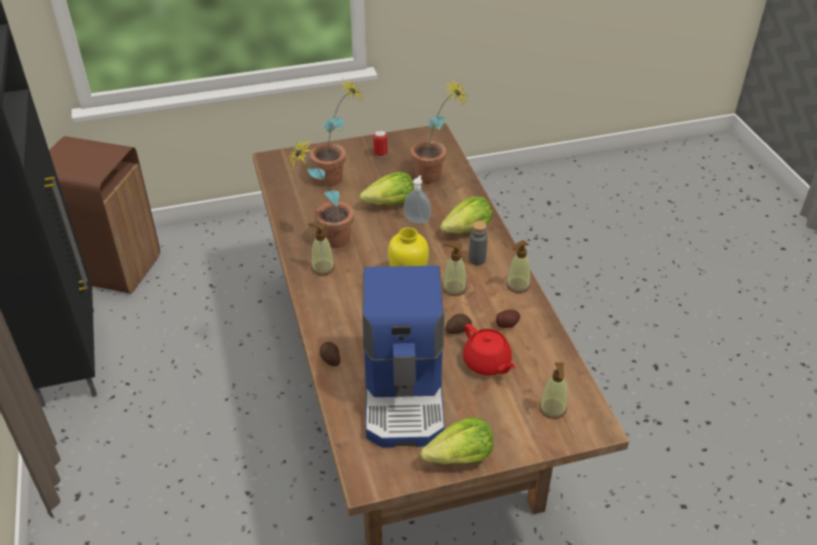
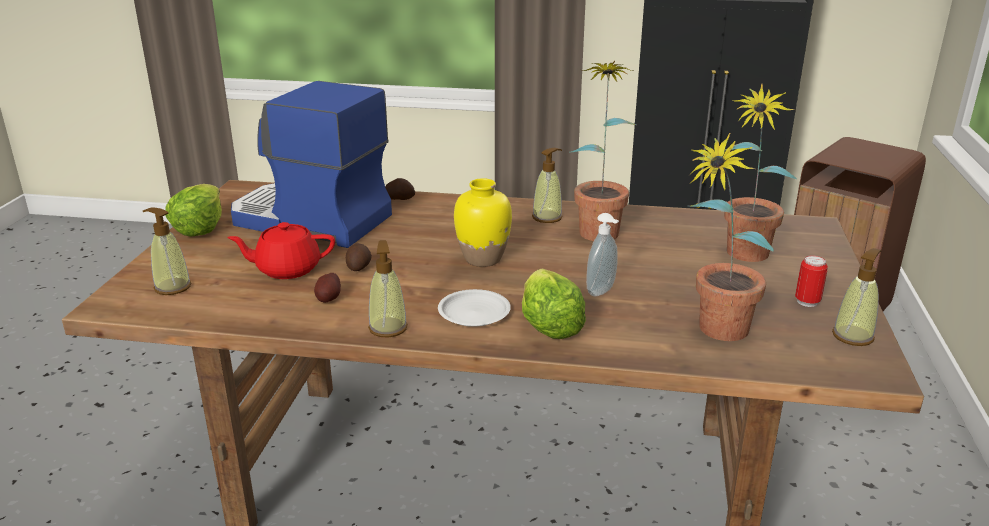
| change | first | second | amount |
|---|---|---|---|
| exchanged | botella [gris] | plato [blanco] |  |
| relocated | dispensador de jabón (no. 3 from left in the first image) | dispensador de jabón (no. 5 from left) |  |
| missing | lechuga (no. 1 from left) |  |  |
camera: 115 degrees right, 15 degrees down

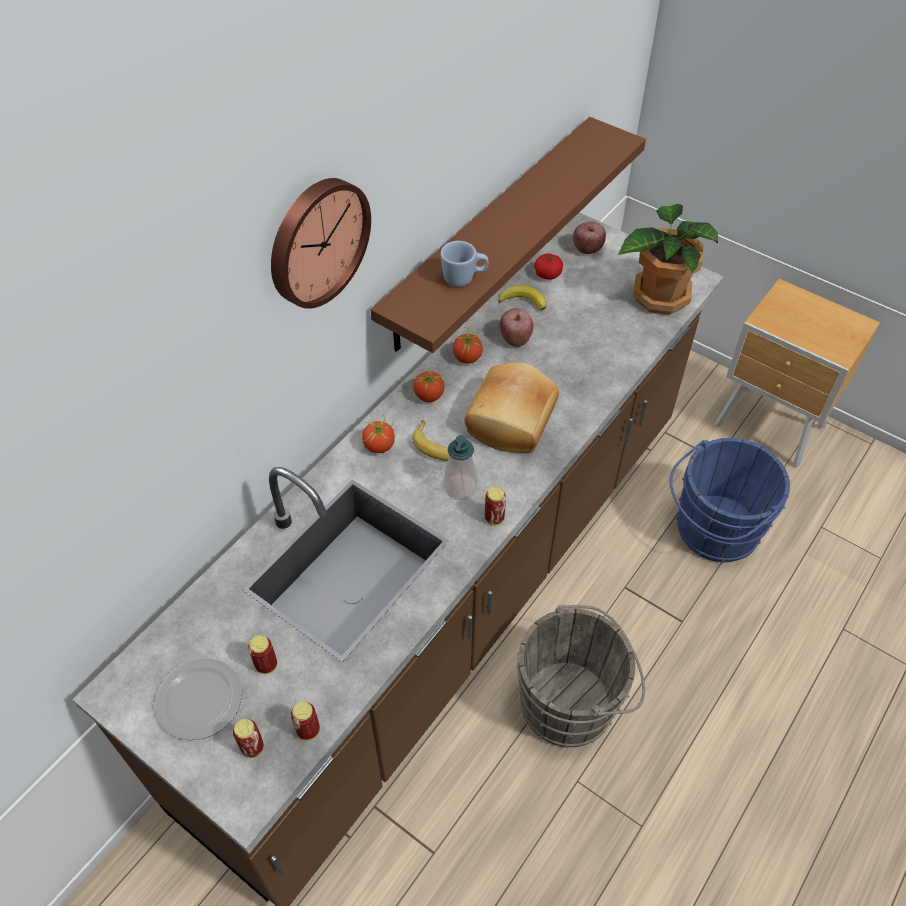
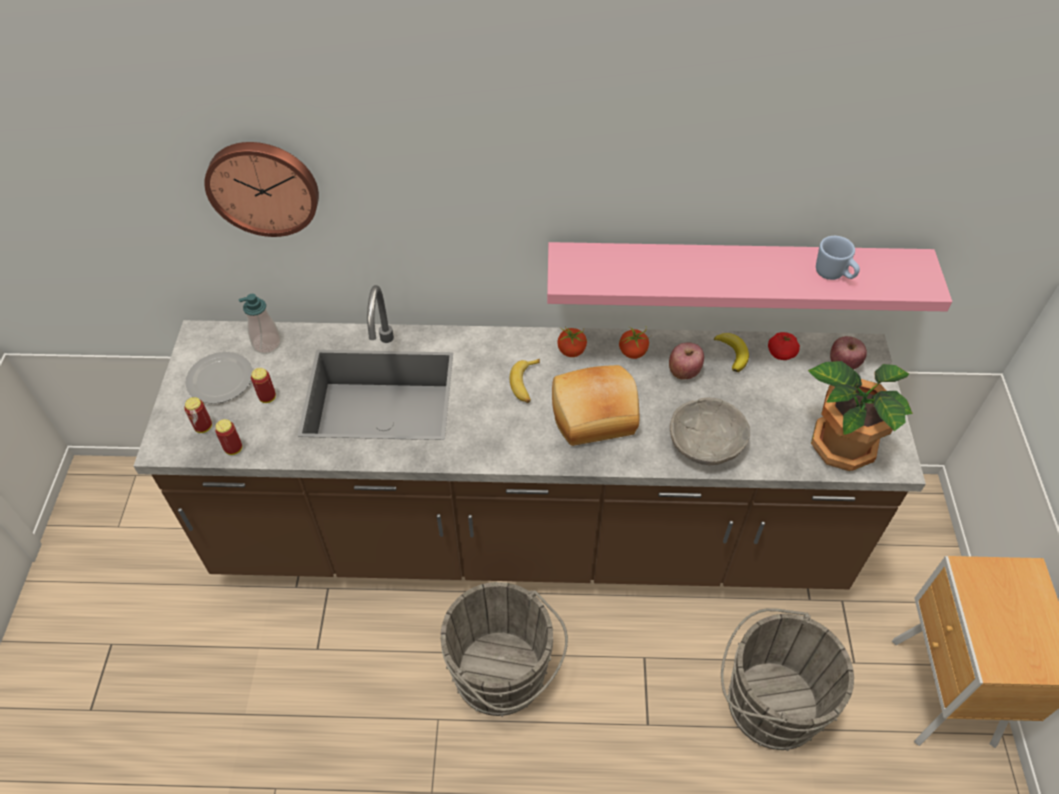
| change | first | second | amount |
|---|---|---|---|
| relocated | reloj de pared |  |  |
| relocated | dispensador de jabón |  |  |
| colour | estante [marrón] | estante [rosa] |  |
| appeared |  | cuenco [gris] |  |
| colour | cubo [azul] | cubo [gris] (no. 2 from left) |  |
| relocated | taza grande [azul] |  |  |
| missing | tomate (no. 1 from left) |  |  |
| missing | lata (no. 4 from left) |  |  |
camera: 55 degrees right, 0 degrees up

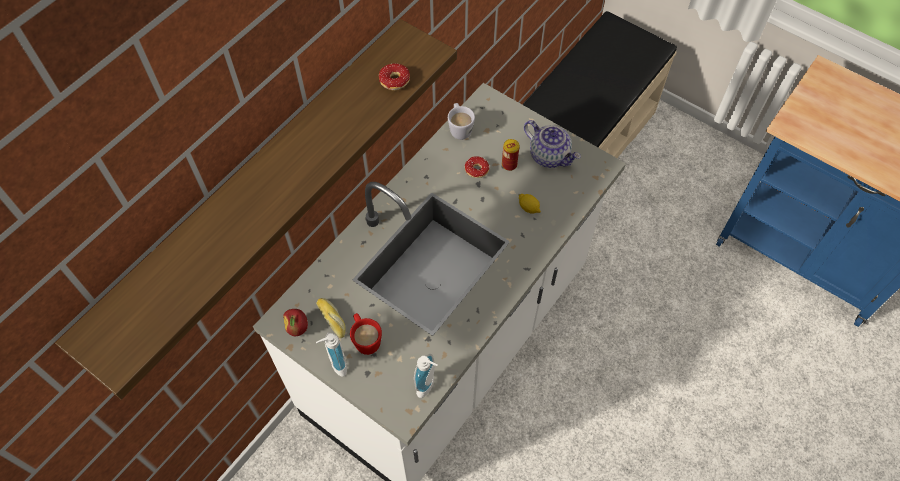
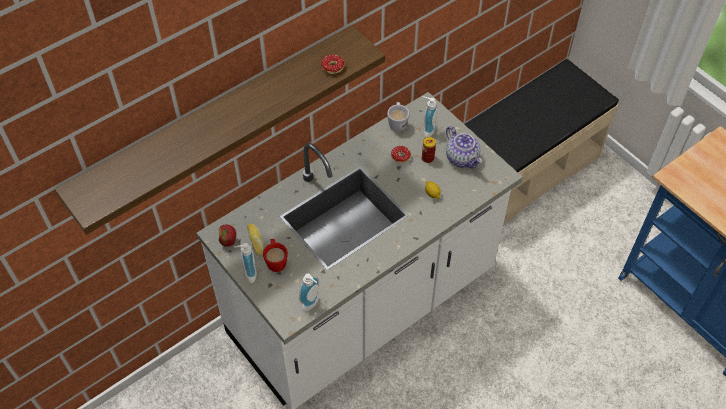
| change | first | second | amount |
|---|---|---|---|
| appeared |  | dispensador de jabón (no. 3 from left) |  |
camera: 15 degrees right, 5 degrees down

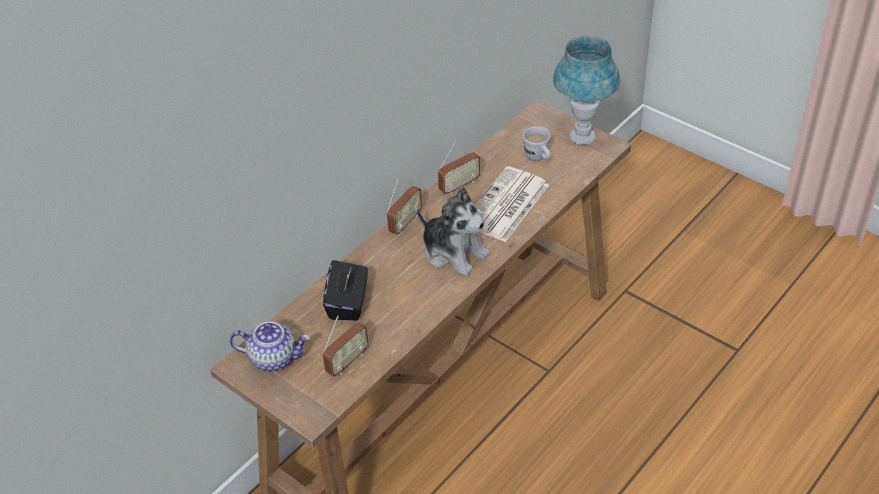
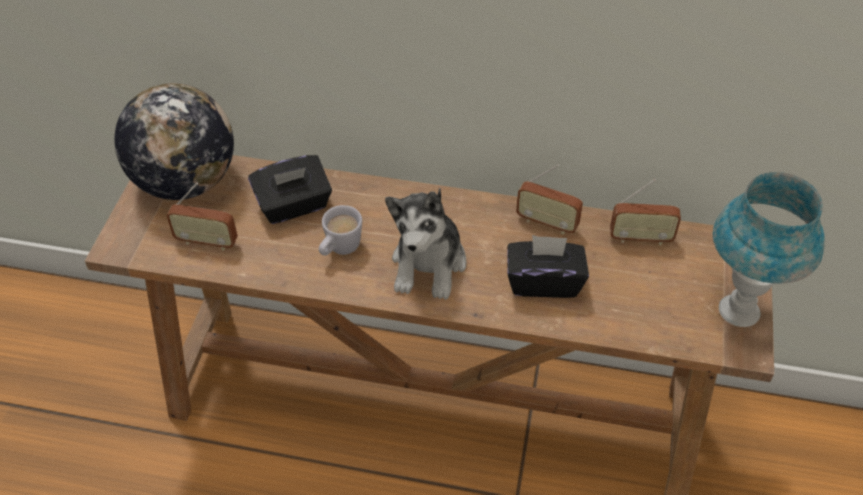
| change | first | second | amount |
|---|---|---|---|
| exchanged | tetera | globo terráqueo |  |
| relocated | taza grande [blanco] |  |  |
| exchanged | periódico | caja de pañuelos [negro] (no. 2 from left) |  |
| relocated | radio (no. 2 from left in the first image) | radio (no. 3 from left) |  |
camera: 60 degrees right, 5 degrees up

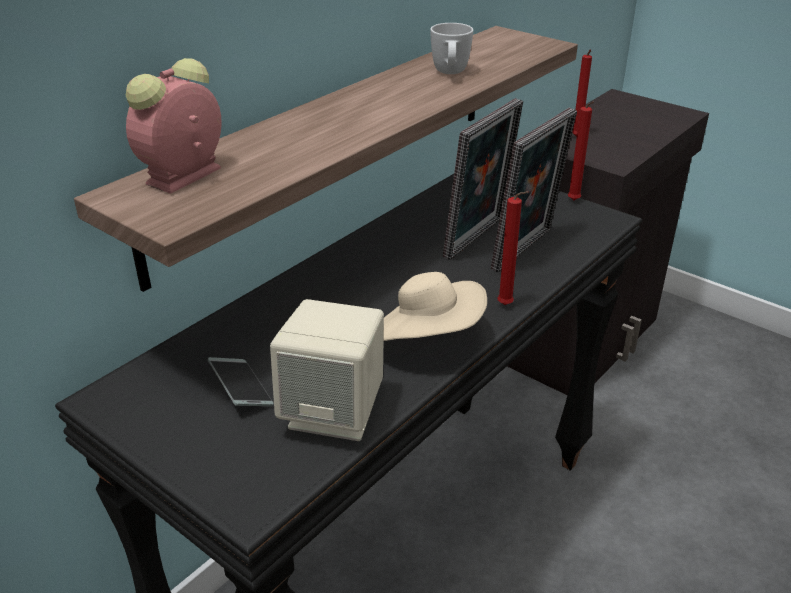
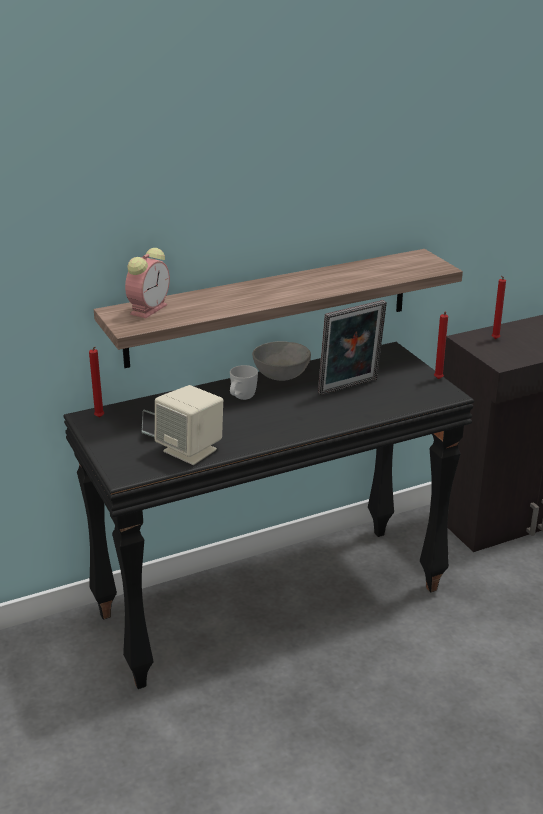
| change | first | second | amount |
|---|---|---|---|
| relocated | vela [rojo] (no. 1 from left) |  |  |
| spun | despertador |  | 150 degrees clockwise |
| relocated | taza grande [blanco] |  |  |
| appeared |  | cuenco [gris] |  |
| missing | sombrero [beis] |  |  |
| missing | portarretratos (no. 2 from left) |  |  |
camera: 25 degrees right, 5 degrees down

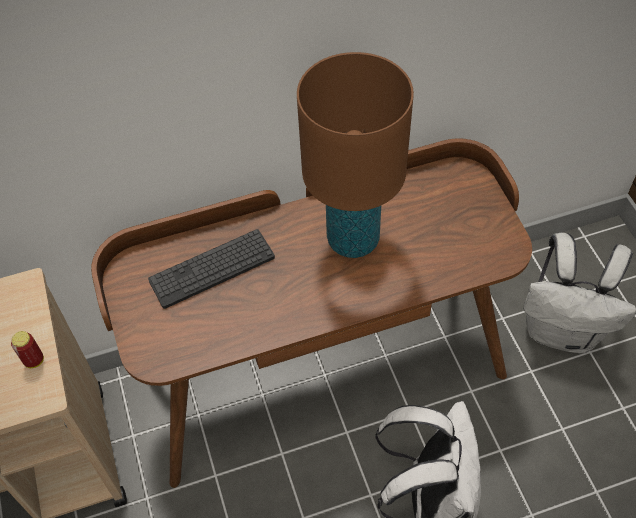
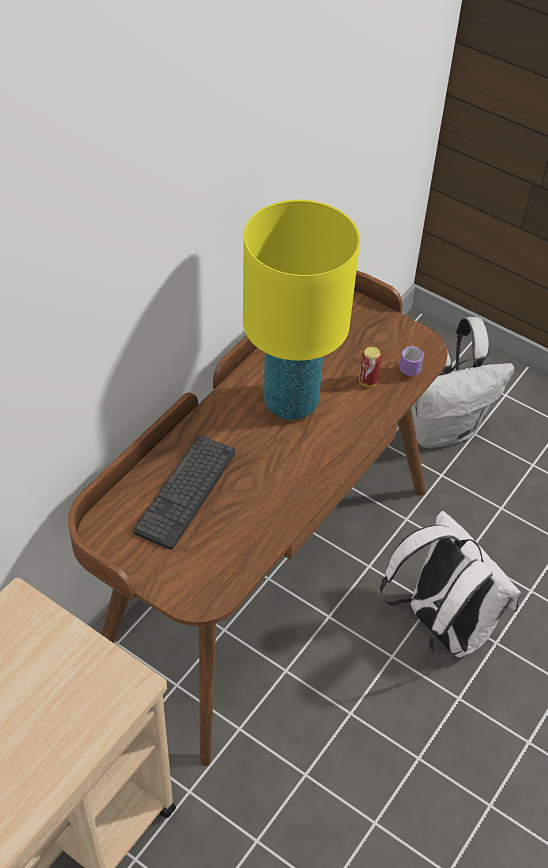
| change | first | second | amount |
|---|---|---|---|
| colour | lámpara de mesa [marrón] | lámpara de mesa [amarillo] |  |
| relocated | lata |  |  |
| appeared |  | taza grande |  |
camera: 40 degrees left, 5 degrees down

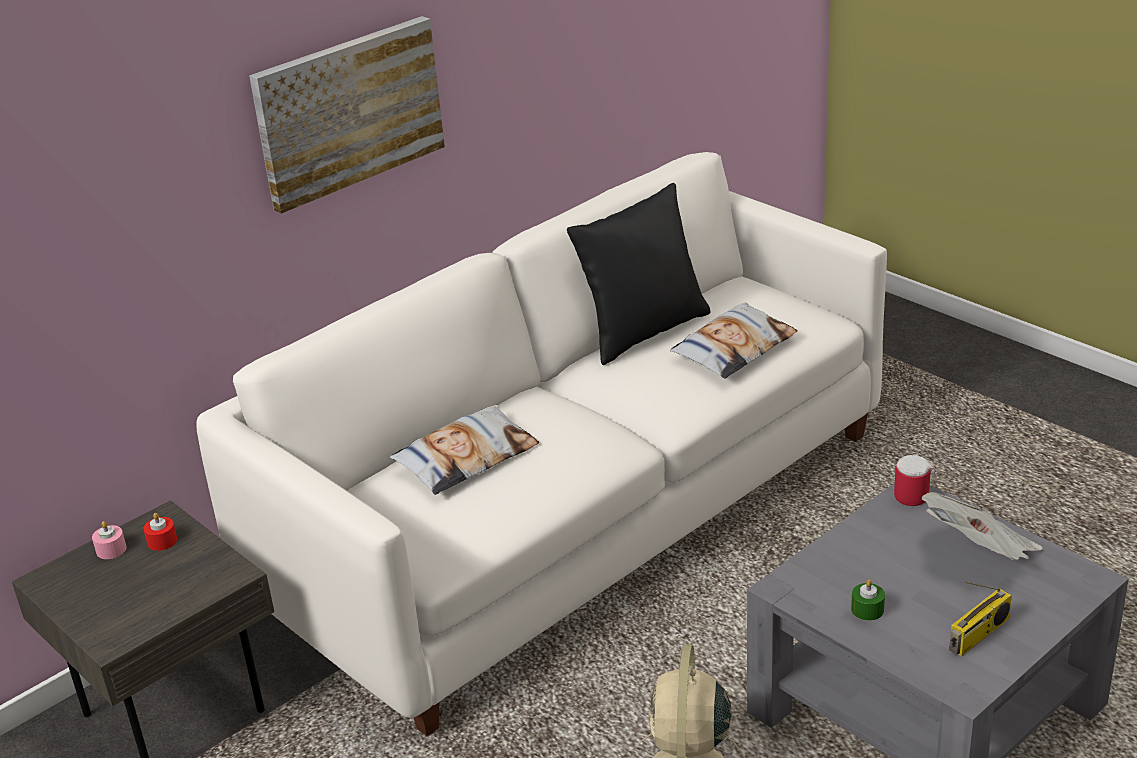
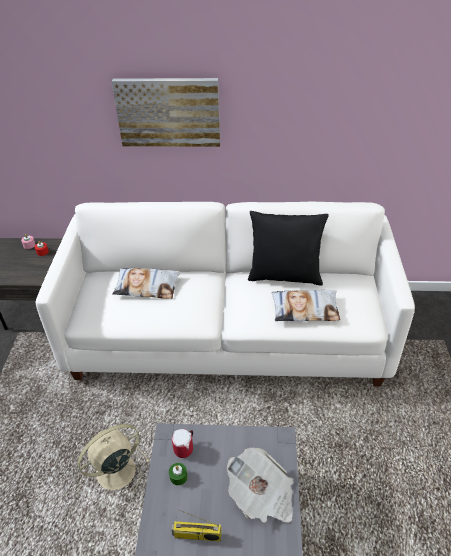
| change | first | second | amount |
|---|---|---|---|
| relocated | taza grande |  |  |
camera: 45 degrees right, 10 degrees up

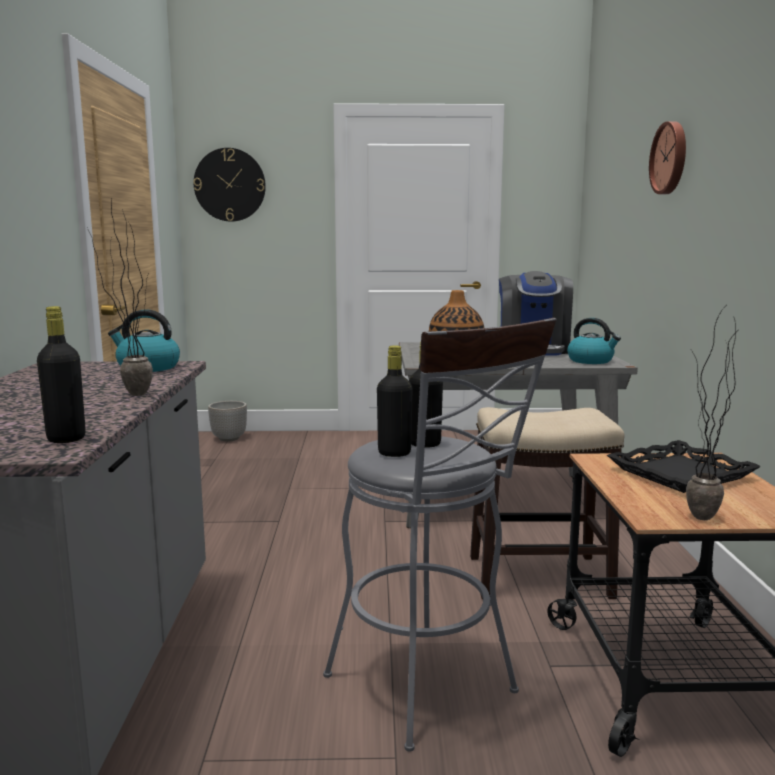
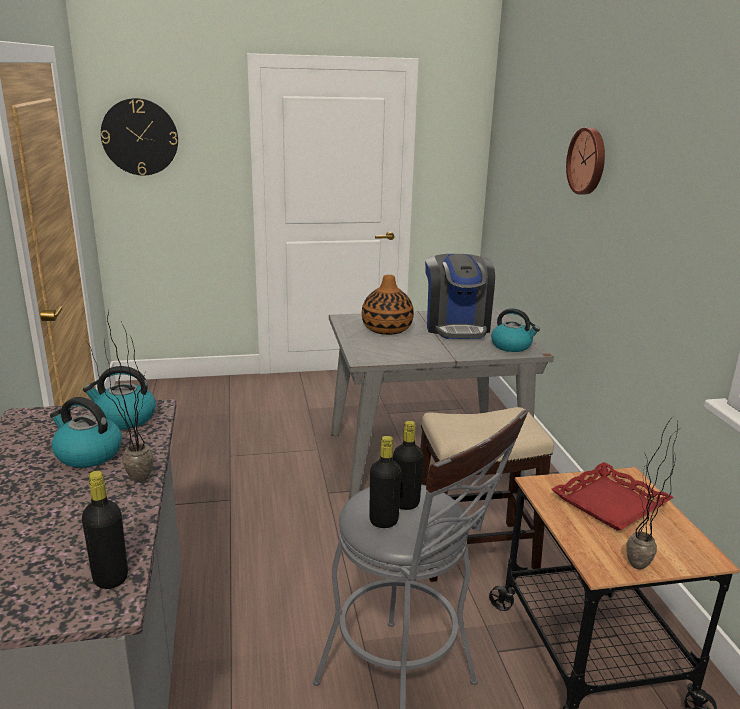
| change | first | second | amount |
|---|---|---|---|
| appeared |  | hervidor (no. 1 from left) |  |
| colour | bandeja [negro] | bandeja [rojo] |  |
| missing | maceta |  |  |
camera: 10 degrees left, 10 degrees up

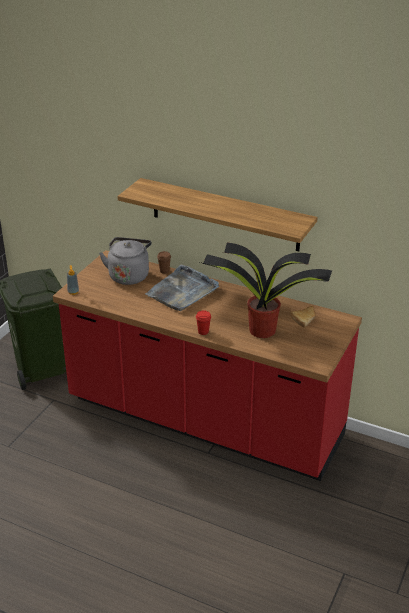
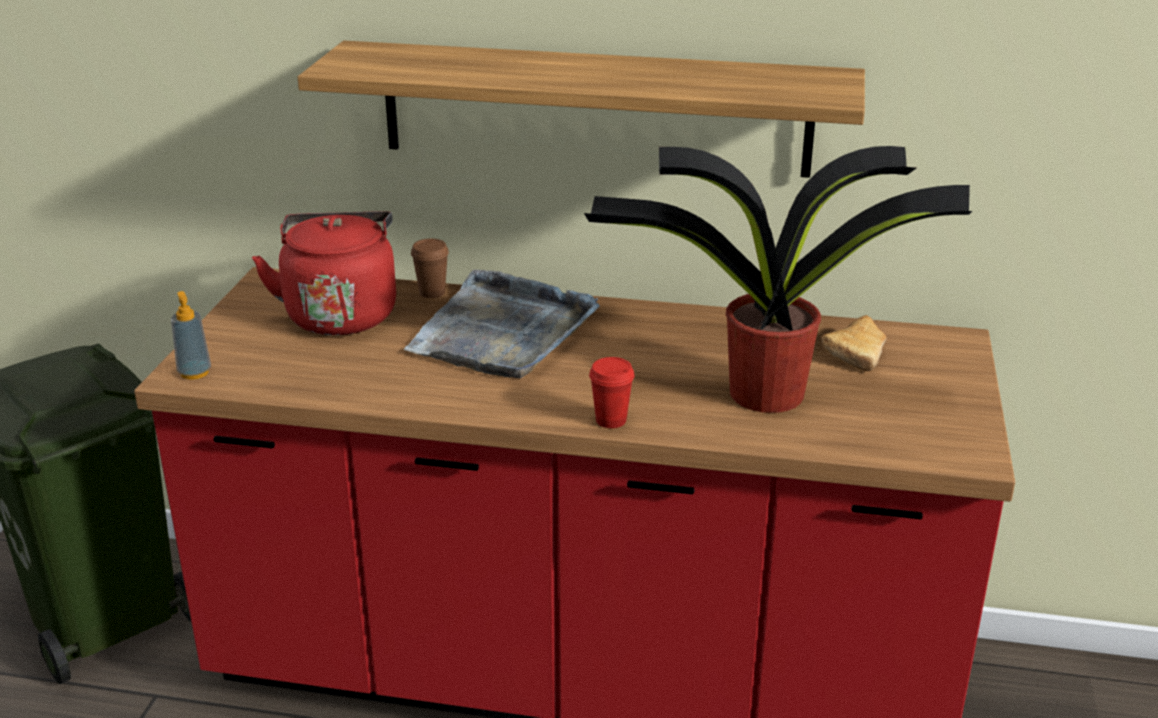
| change | first | second | amount |
|---|---|---|---|
| colour | hervidor [gris] | hervidor [rojo] |  |
camera: 15 degrees left, 5 degrees down

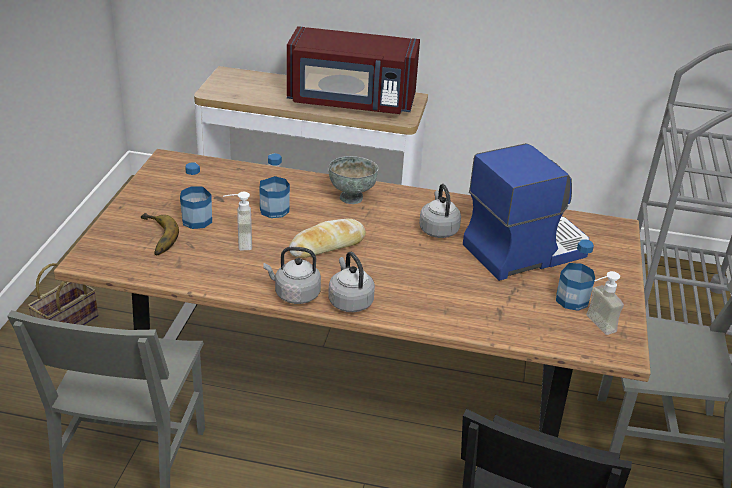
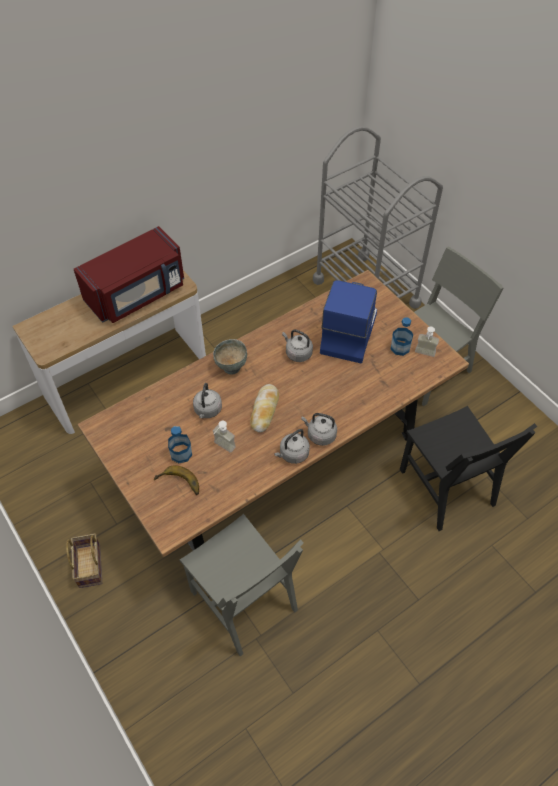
| change | first | second | amount |
|---|---|---|---|
| exchanged | botella (no. 2 from left) | hervidor [gris] (no. 1 from left) |  |
camera: 45 degrees left, 20 degrees up

